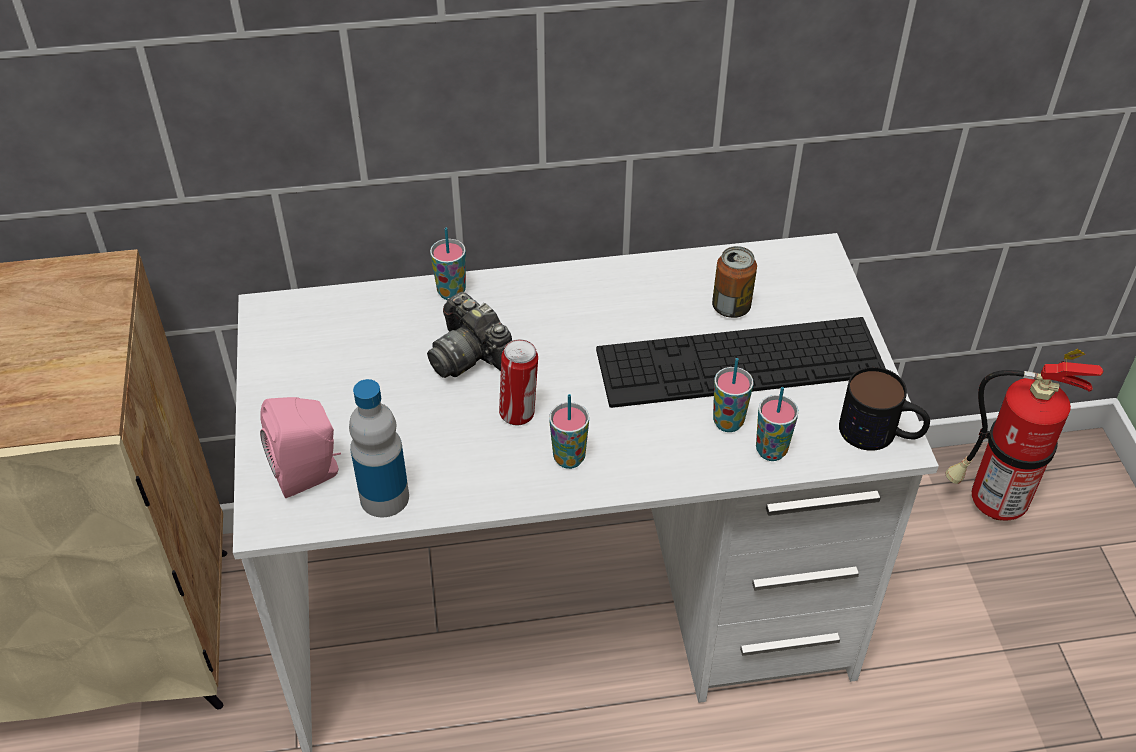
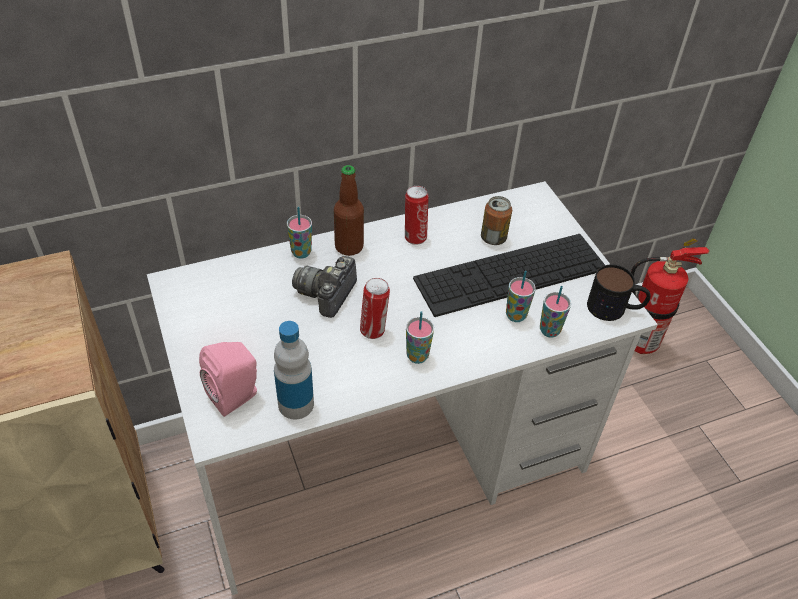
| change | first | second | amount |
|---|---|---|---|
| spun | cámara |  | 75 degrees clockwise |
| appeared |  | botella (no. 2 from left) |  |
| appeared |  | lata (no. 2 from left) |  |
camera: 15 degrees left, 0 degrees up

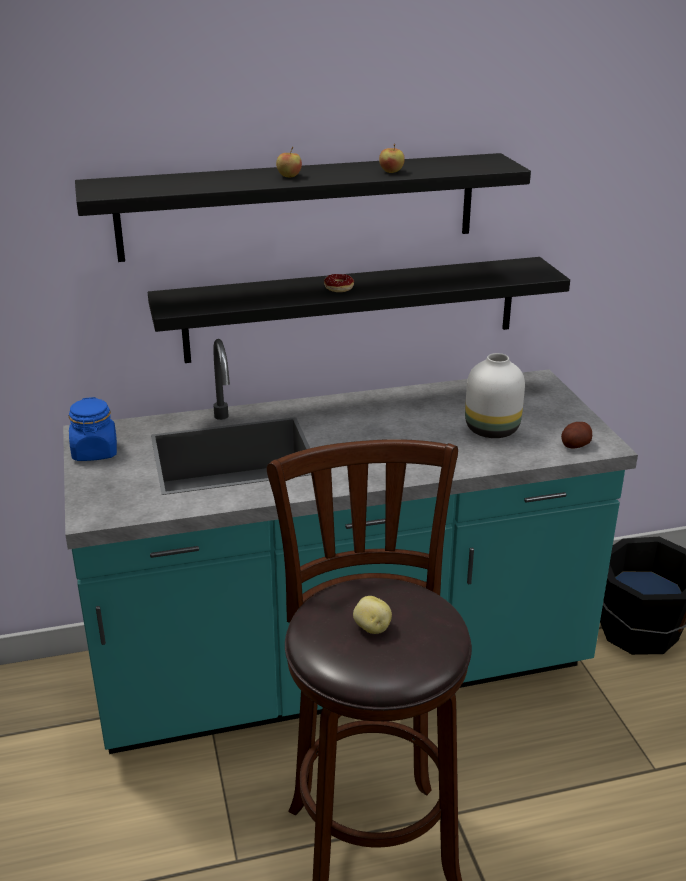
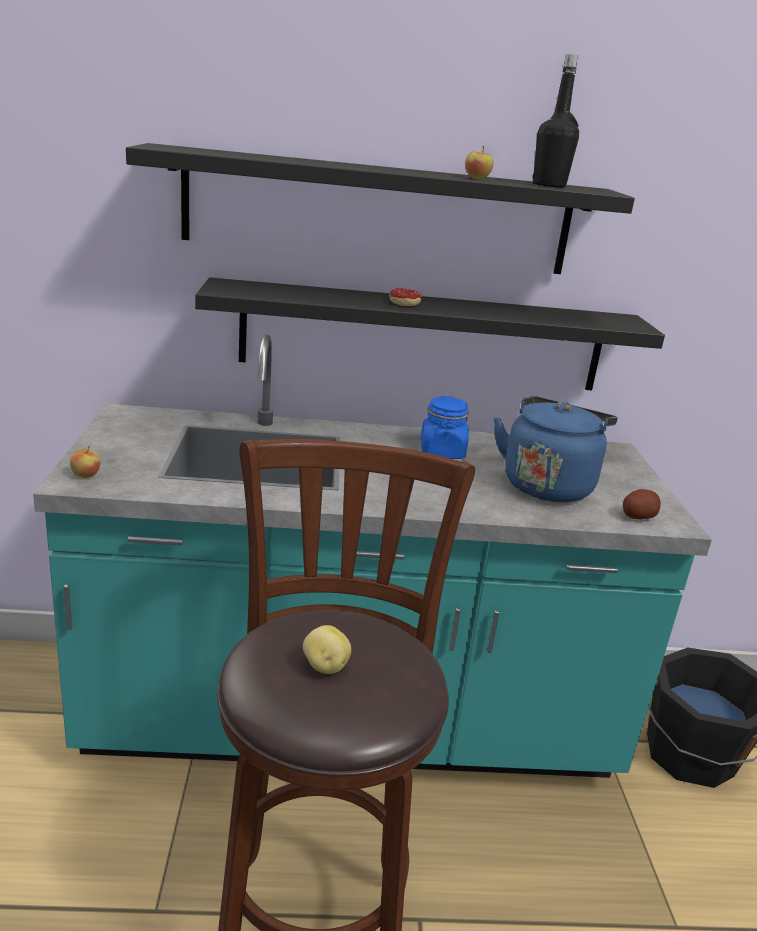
| change | first | second | amount |
|---|---|---|---|
| relocated | manzana (no. 1 from left) |  |  |
| relocated | tarro [azul] |  |  |
| exchanged | florero [blanco] | hervidor [azul] |  |
| appeared |  | botella [negro] |  |
camera: 10 degrees right, 5 degrees down

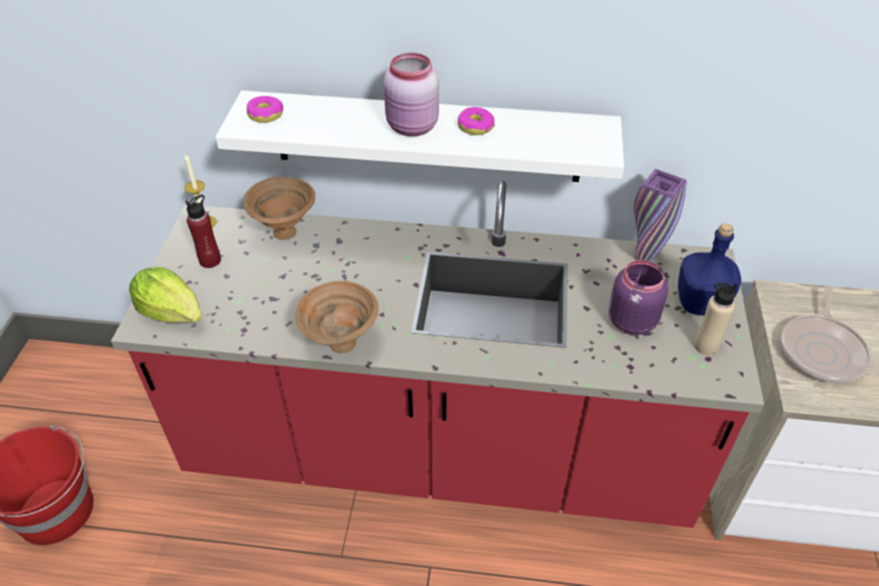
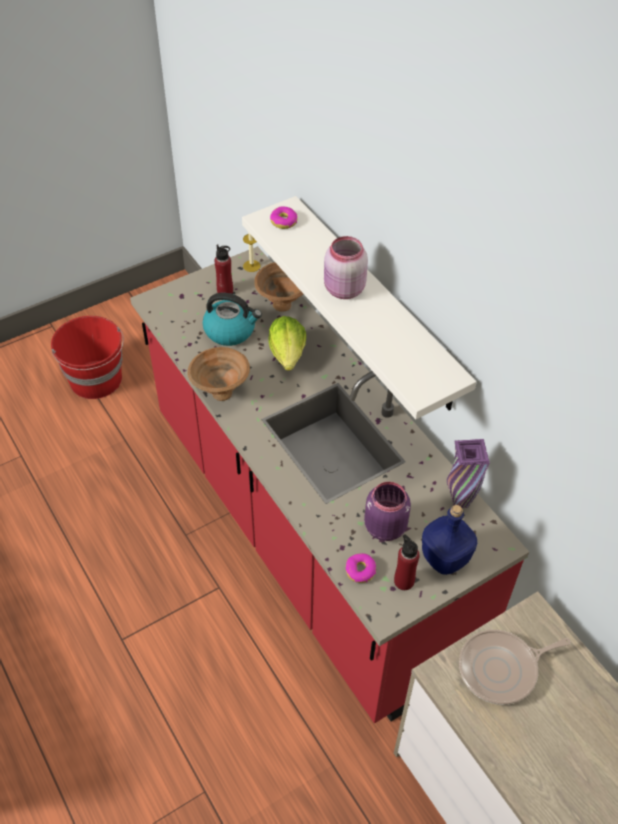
| change | first | second | amount |
|---|---|---|---|
| appeared |  | hervidor |  |
| relocated | lechuga |  |  |
| relocated | rosquilla (no. 2 from left) |  |  |
| colour | botella [beis] | botella [rojo] (no. 2 from left) |  |
camera: 50 degrees right, 5 degrees up

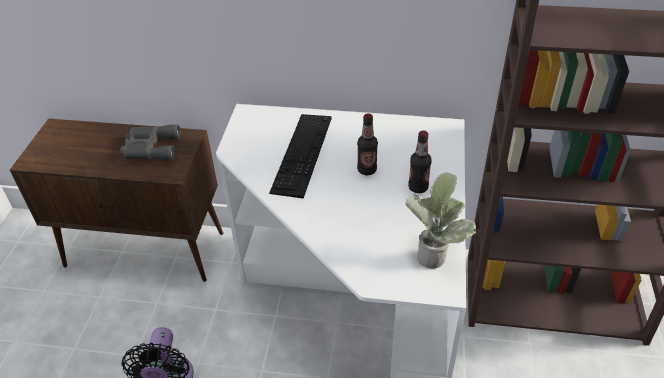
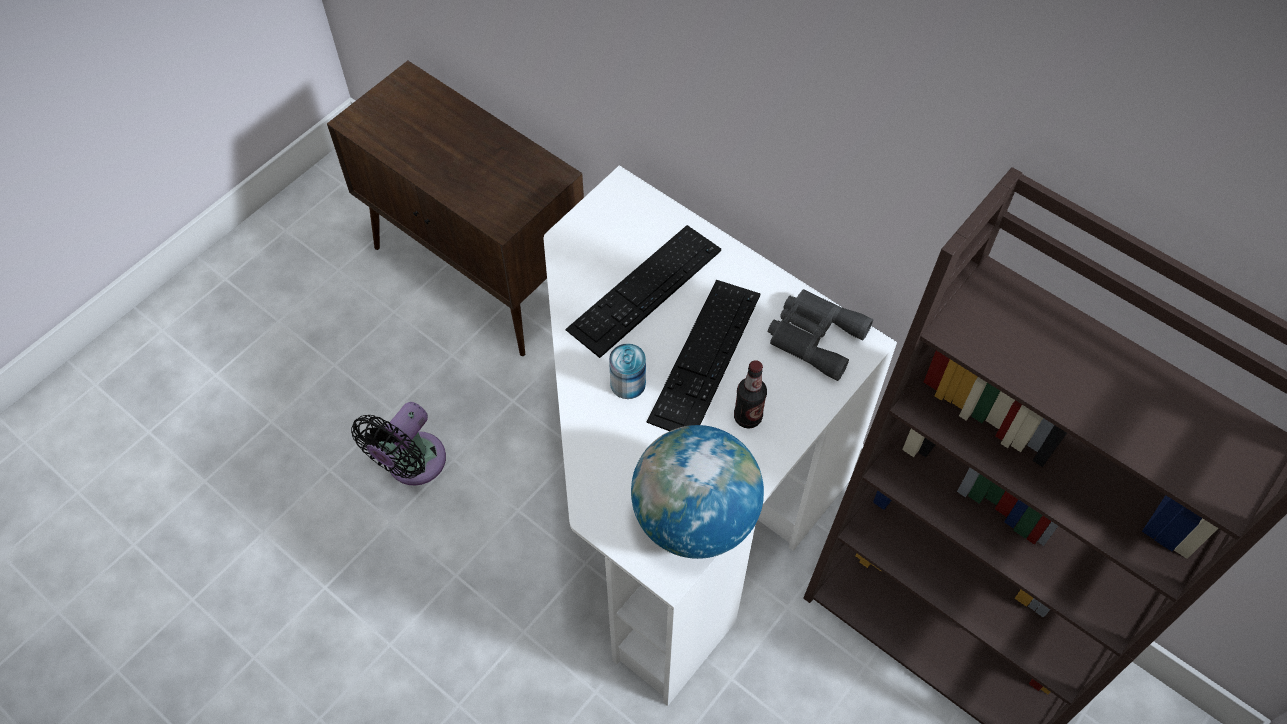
| change | first | second | amount |
|---|---|---|---|
| appeared |  | lata |  |
| exchanged | planta en maceta | globo terráqueo |  |
| exchanged | botella (no. 1 from left) | teclado (no. 2 from left) |  |
| relocated | prismáticos [gris] |  |  |
camera: 30 degrees right, 15 degrees up

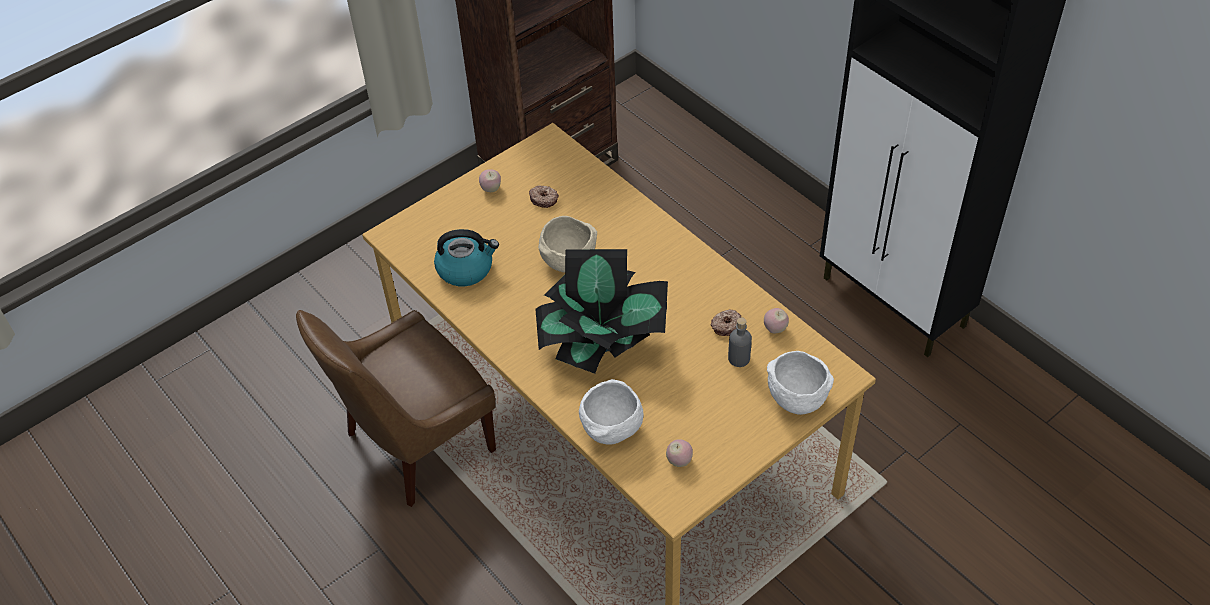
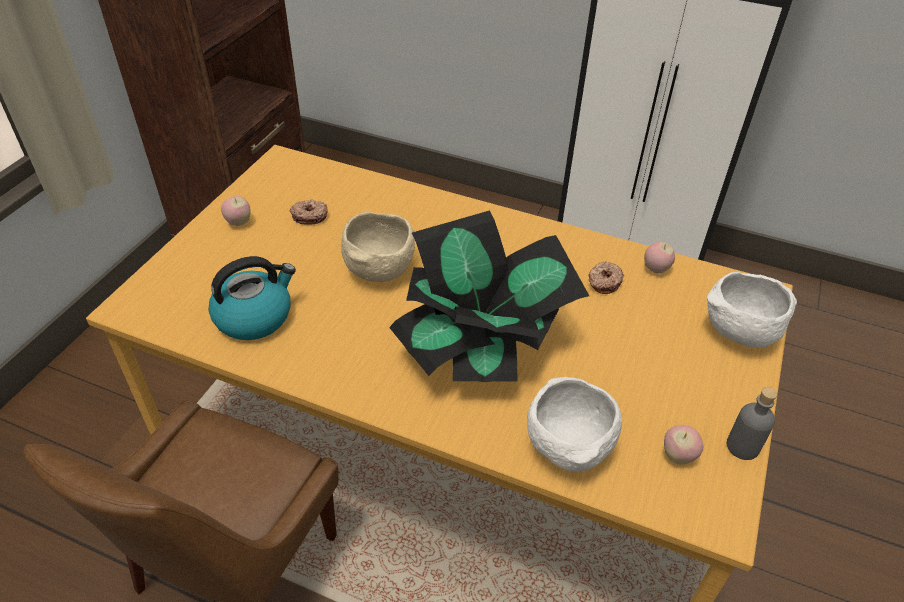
| change | first | second | amount |
|---|---|---|---|
| relocated | botella [gris] |  |  |
camera: 30 degrees left, 5 degrees down

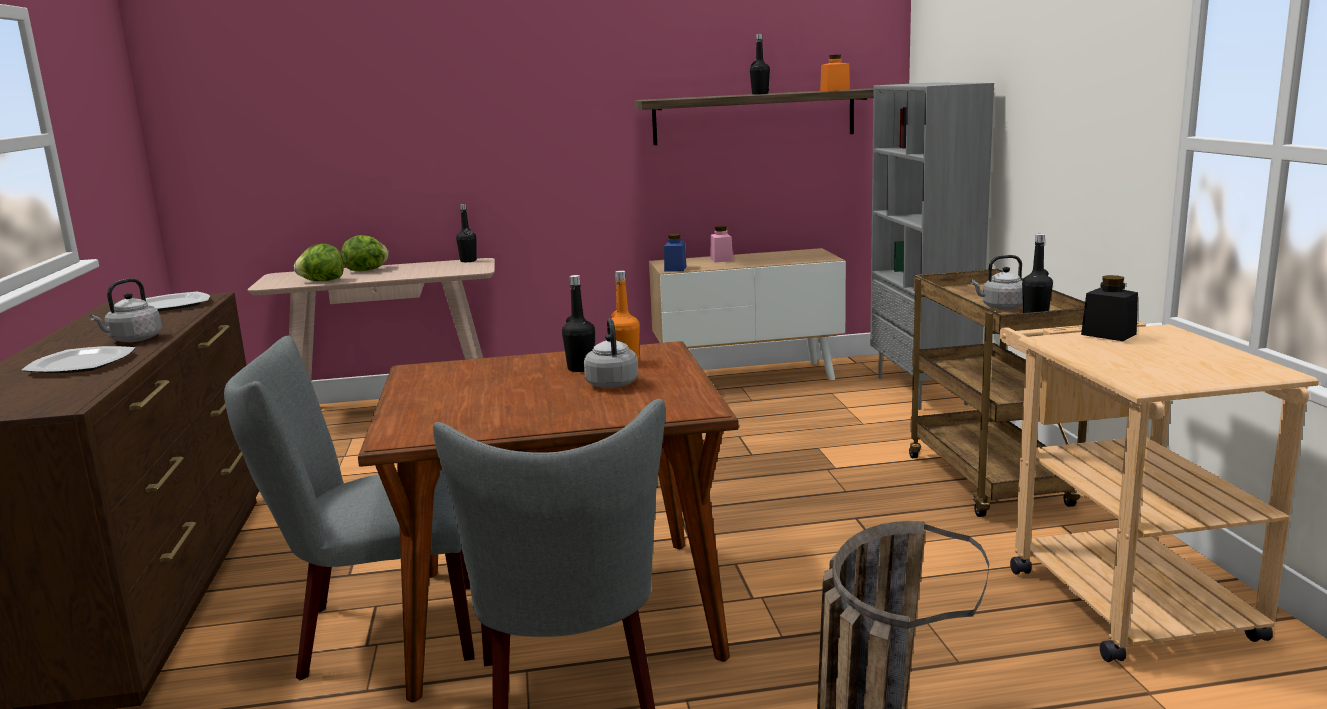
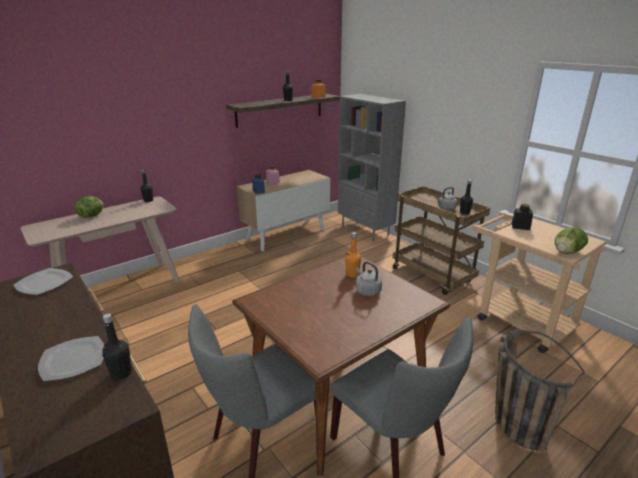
| change | first | second | amount |
|---|---|---|---|
| relocated | botella [negro] (no. 2 from left in the first image) | botella [negro] (no. 1 from left) |  |
| relocated | lechuga (no. 1 from left in the first image) | lechuga (no. 2 from left) |  |
| missing | hervidor [gris] (no. 1 from left) |  |  |
camera: 30 degrees left, 10 degrees up

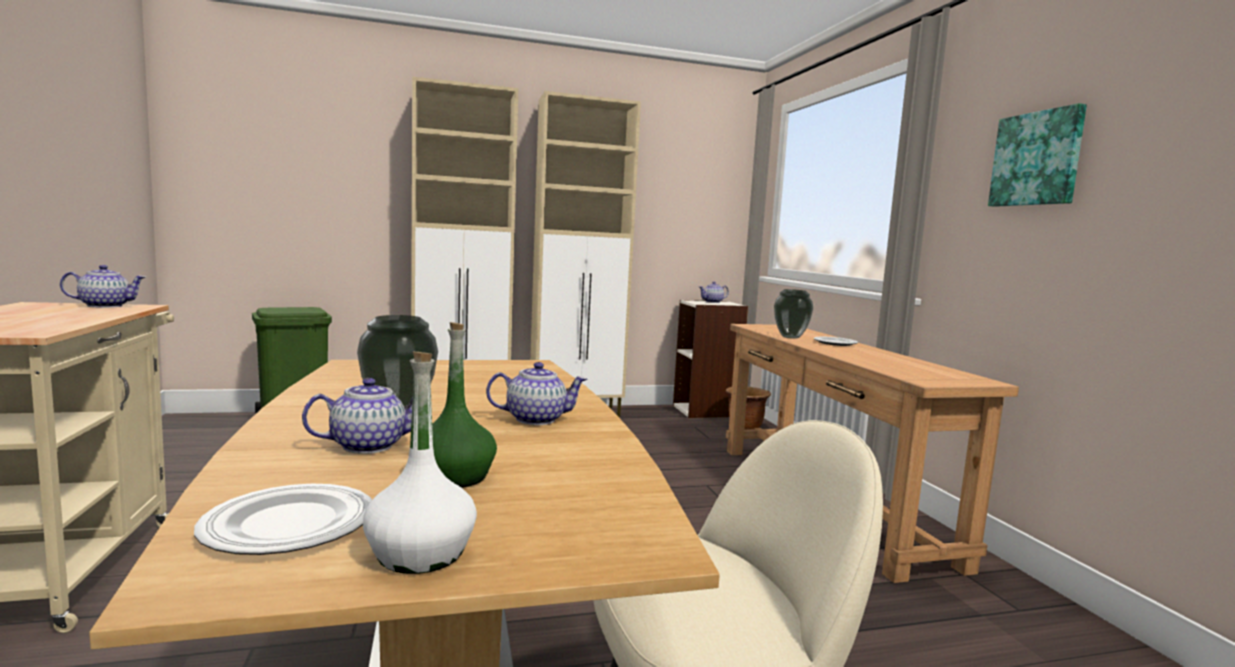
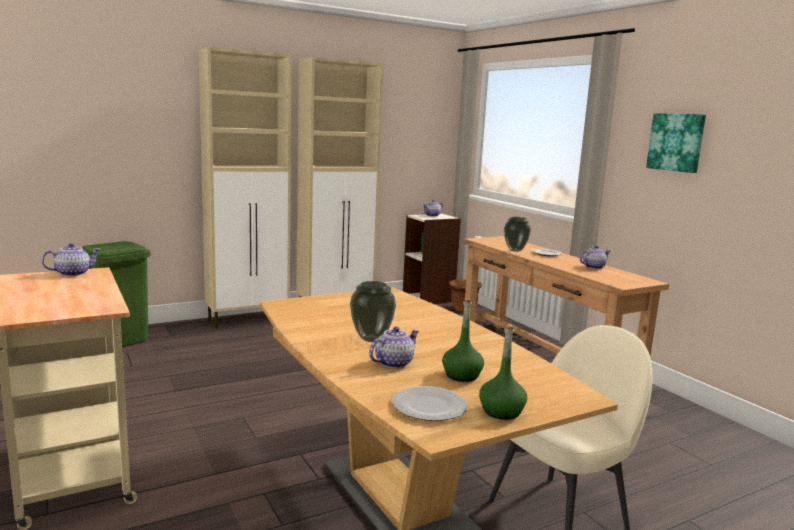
| change | first | second | amount |
|---|---|---|---|
| colour | botella [blanco] | botella [verde] (no. 2 from left) |  |
| relocated | tetera (no. 3 from left in the first image) | tetera (no. 4 from left) |  |
camera: 15 degrees left, 5 degrees up

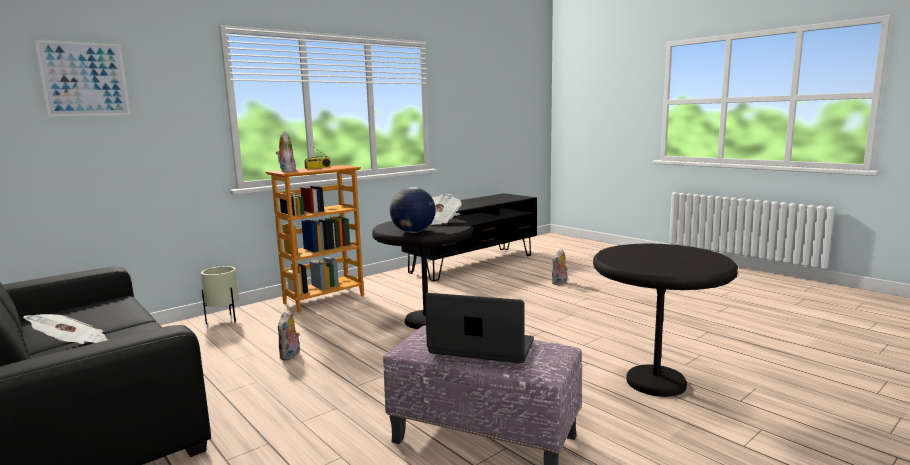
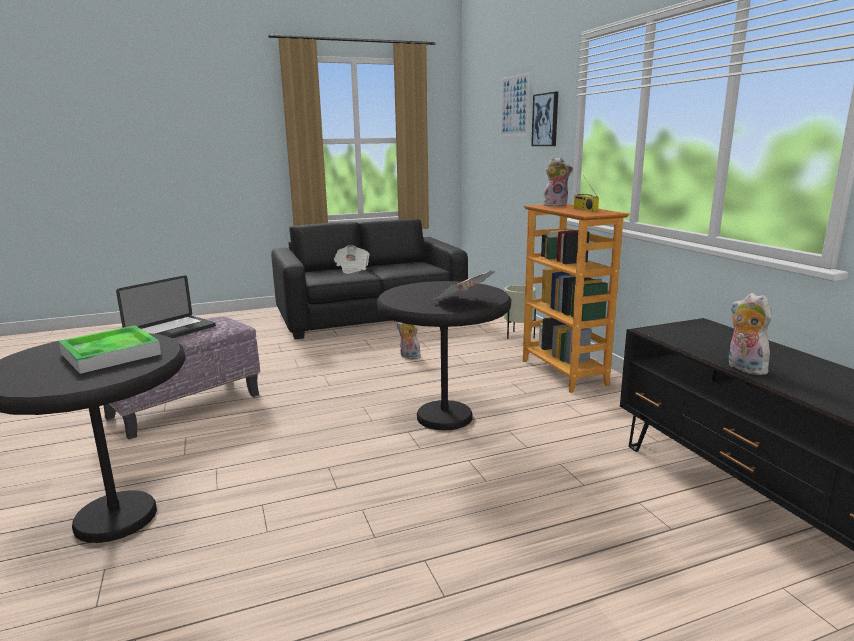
| change | first | second | amount |
|---|---|---|---|
| appeared |  | bandeja |  |
| appeared |  | cuadro (no. 2 from left) |  |
| relocated | peluche (no. 3 from left) |  |  |
| missing | globo terráqueo |  |  |
camera: 110 degrees right, 5 degrees up

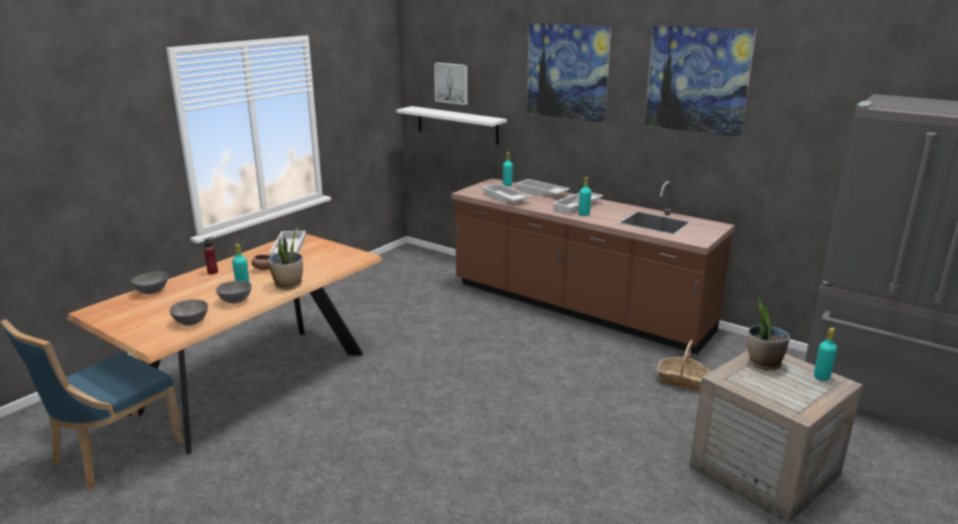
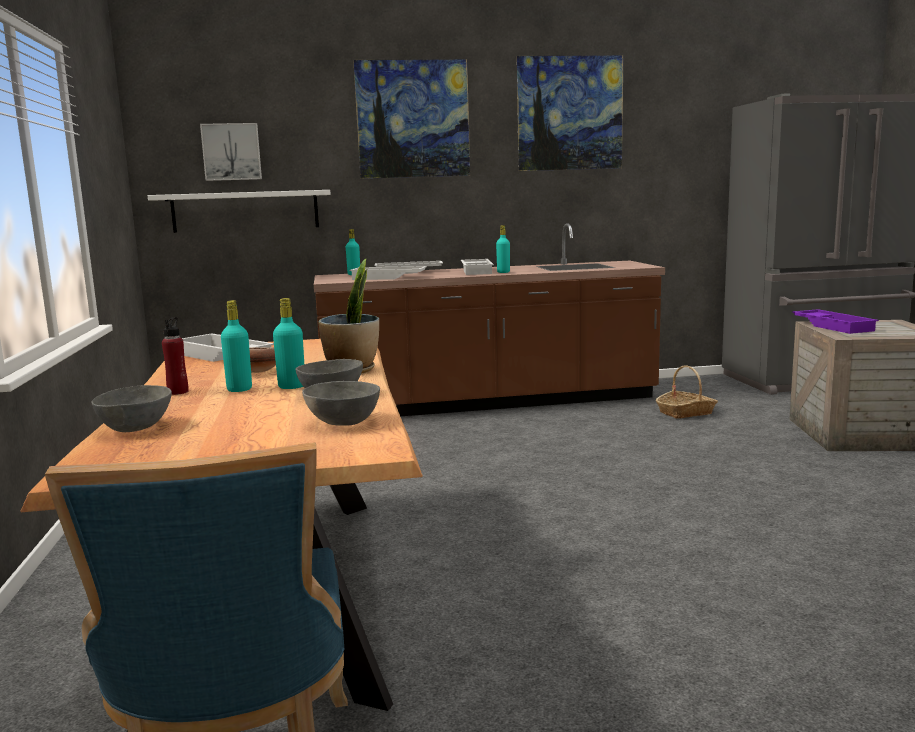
| change | first | second | amount |
|---|---|---|---|
| relocated | botella [turquesa] (no. 4 from left in the first image) | botella [turquesa] (no. 1 from left) |  |
| exchanged | planta en maceta (no. 2 from left) | bandeja [morado] |  |
camera: 45 degrees left, 10 degrees down

